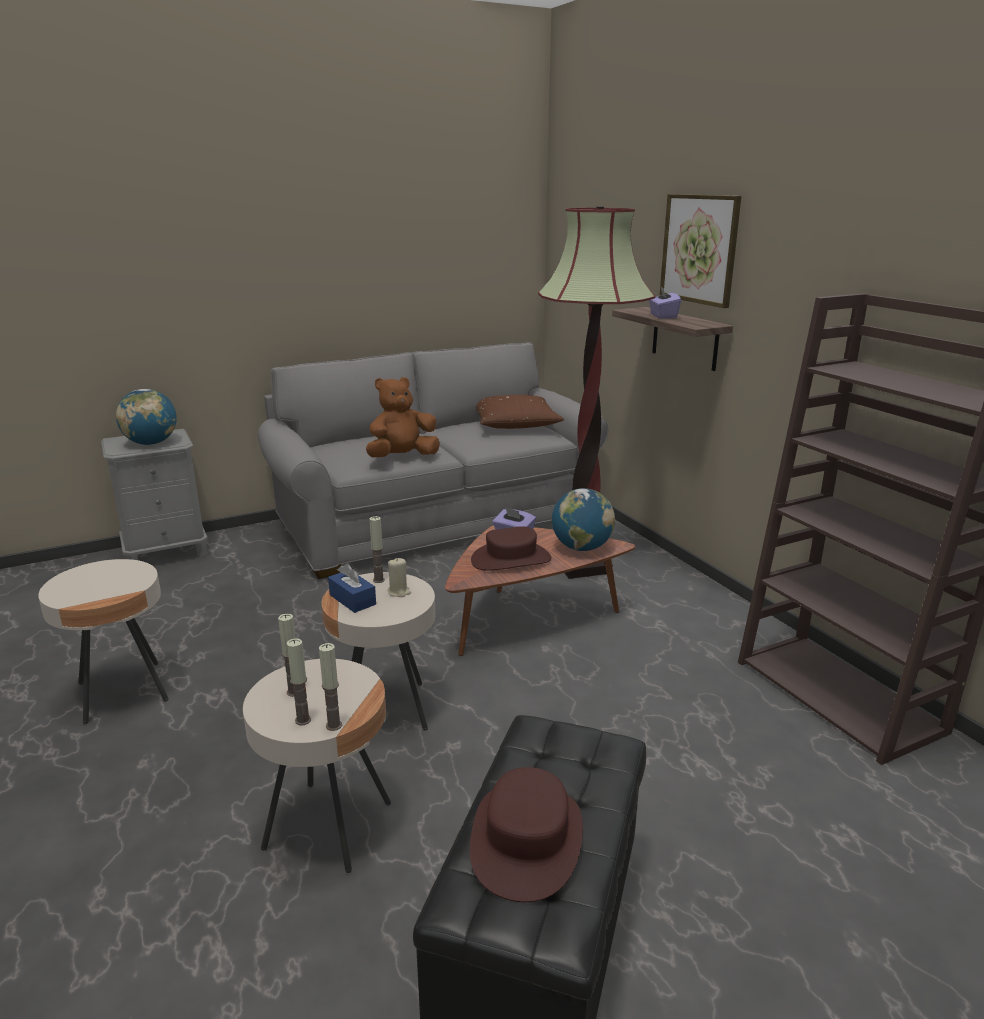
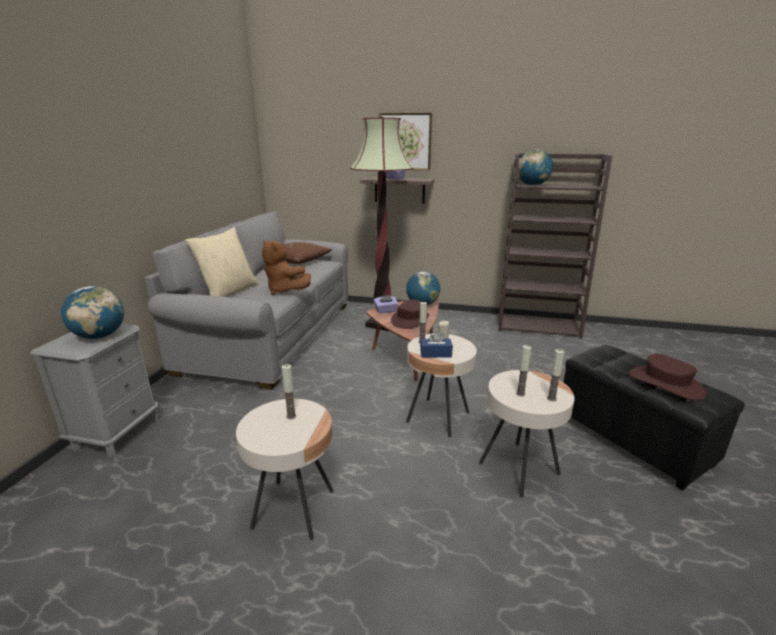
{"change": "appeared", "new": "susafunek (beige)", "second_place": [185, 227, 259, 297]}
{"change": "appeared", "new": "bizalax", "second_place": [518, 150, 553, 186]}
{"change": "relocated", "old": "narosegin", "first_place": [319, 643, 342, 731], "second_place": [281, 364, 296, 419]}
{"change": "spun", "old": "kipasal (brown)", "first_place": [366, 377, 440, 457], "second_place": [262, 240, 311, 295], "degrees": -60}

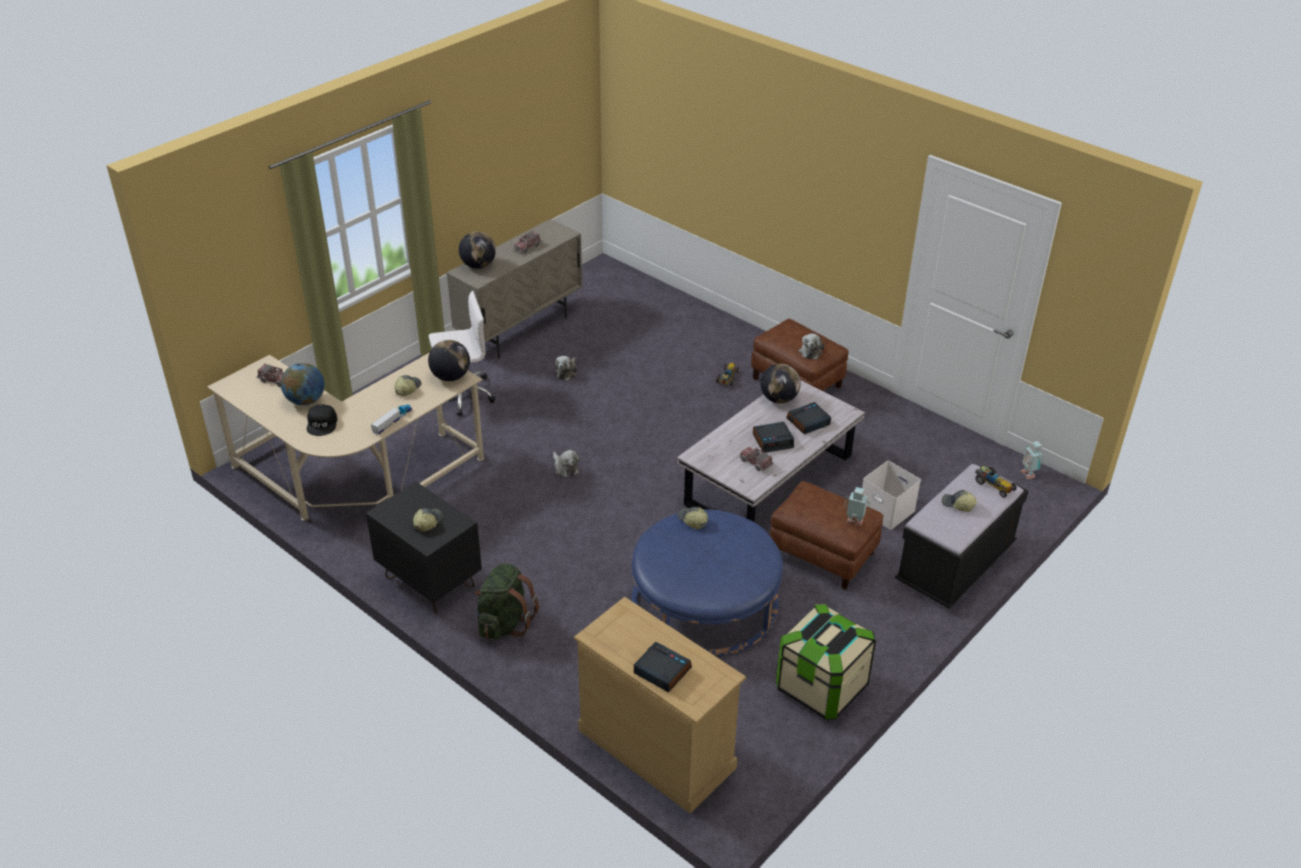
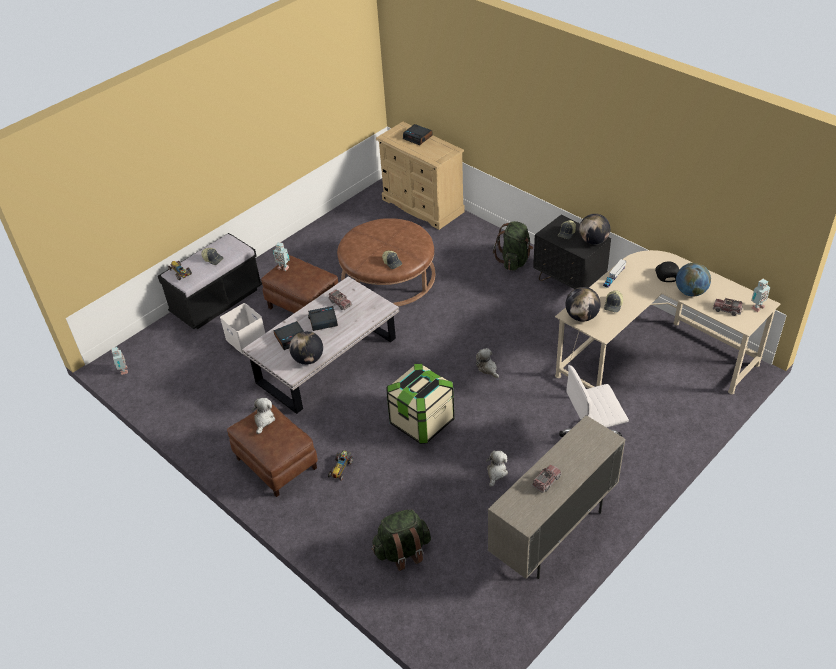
{"change": "appeared", "new": "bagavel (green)", "second_place": [372, 509, 431, 571]}
{"change": "appeared", "new": "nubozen", "second_place": [751, 279, 770, 312]}
{"change": "relocated", "old": "bizalax", "first_place": [459, 231, 496, 269], "second_place": [579, 214, 610, 245]}
{"change": "relocated", "old": "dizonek", "first_place": [776, 604, 876, 720], "second_place": [387, 363, 454, 444]}
{"change": "colour", "old": "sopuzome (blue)", "new": "sopuzome (brown)", "first_place": [632, 509, 783, 656], "second_place": [337, 218, 435, 306]}

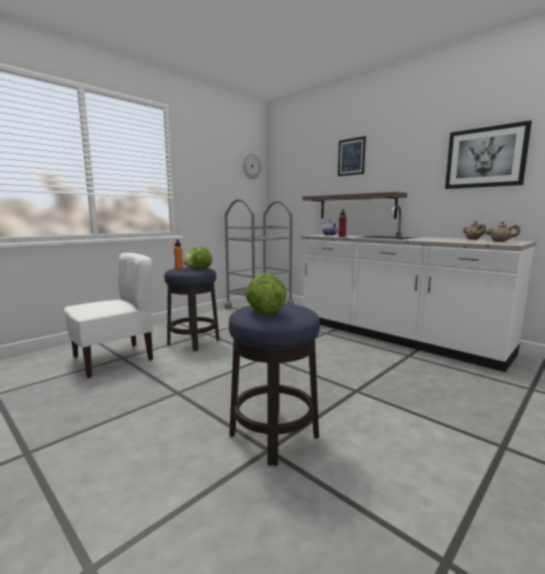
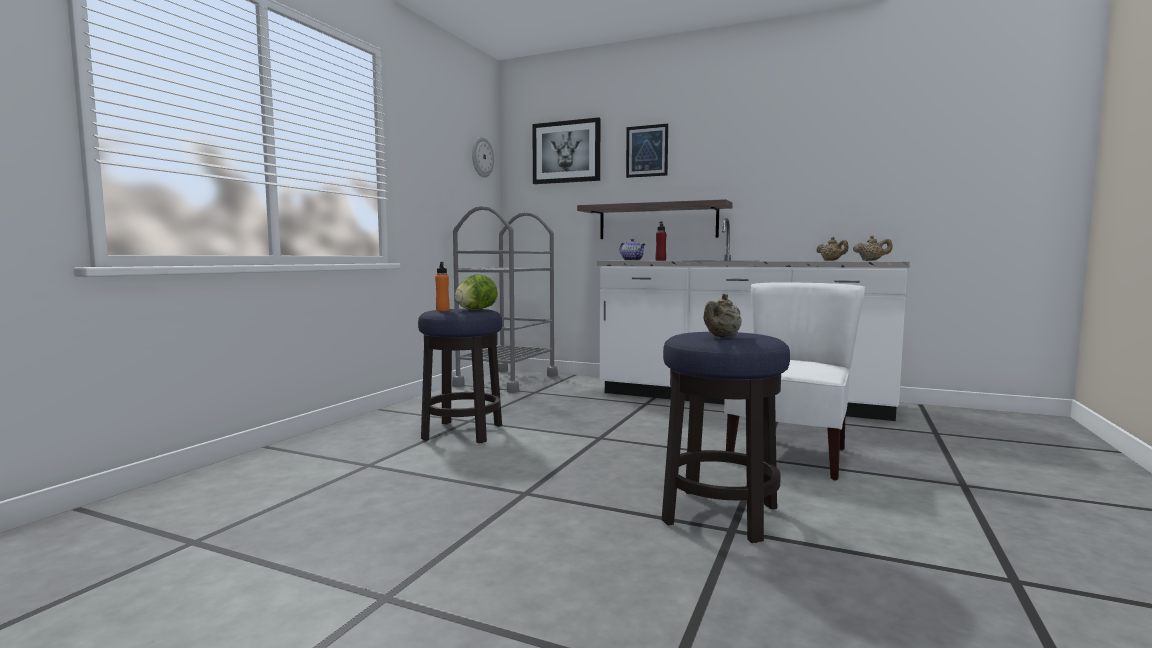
{"change": "relocated", "old": "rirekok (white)", "first_place": [64, 253, 153, 378], "second_place": [724, 282, 865, 481]}
{"change": "relocated", "old": "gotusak", "first_place": [445, 120, 532, 189], "second_place": [532, 117, 600, 184]}
{"change": "exchanged", "old": "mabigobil", "new": "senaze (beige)", "first_place": [246, 273, 287, 315], "second_place": [704, 294, 742, 338]}

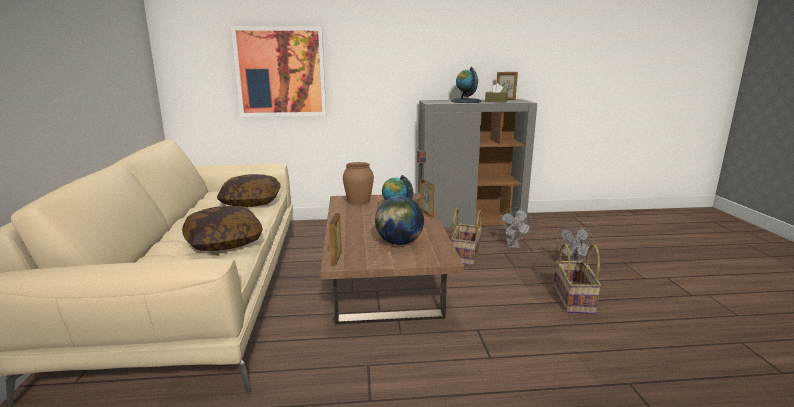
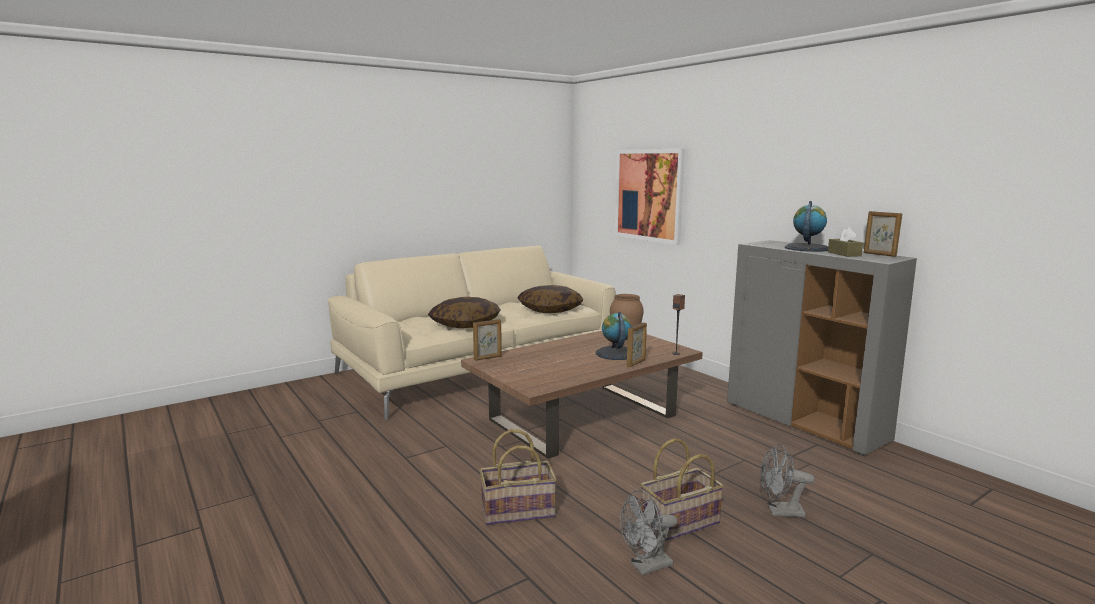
{"change": "missing", "old": "bizalax", "first_place": [375, 196, 424, 245]}
{"change": "relocated", "old": "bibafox", "first_place": [451, 208, 482, 266], "second_place": [480, 429, 557, 525]}
{"change": "relocated", "old": "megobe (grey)", "first_place": [499, 207, 532, 248], "second_place": [620, 490, 677, 575]}

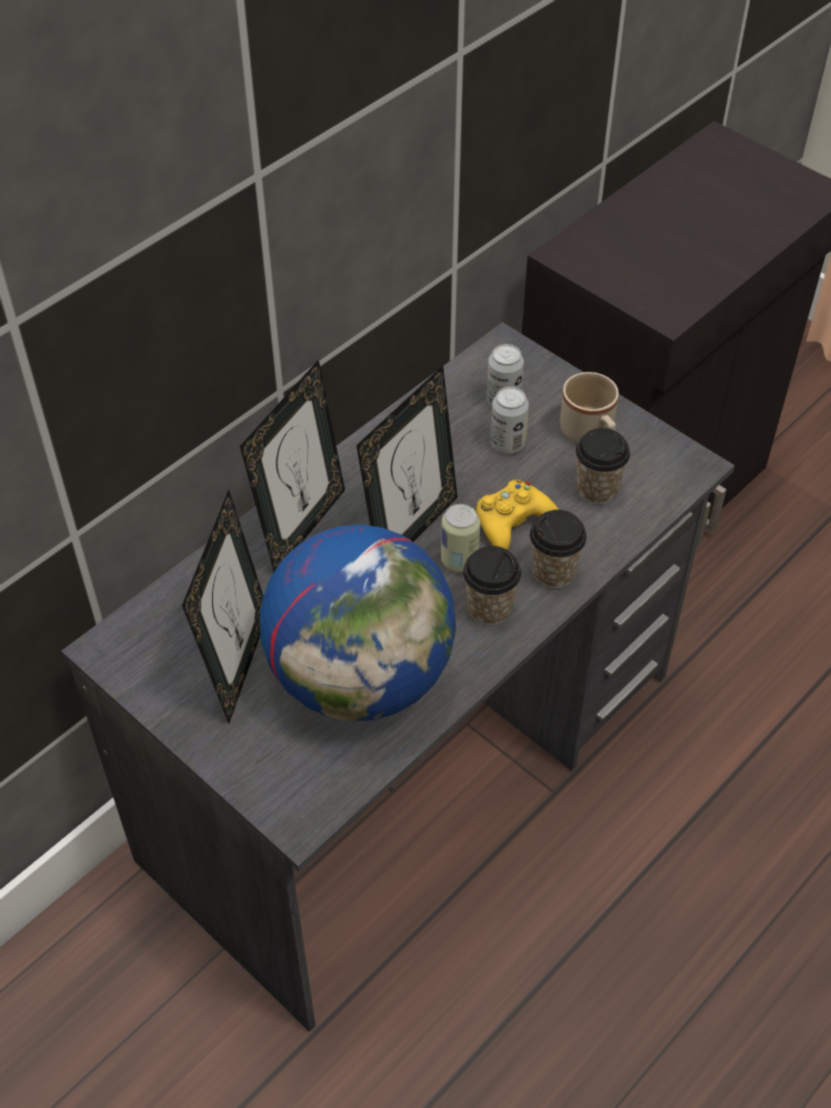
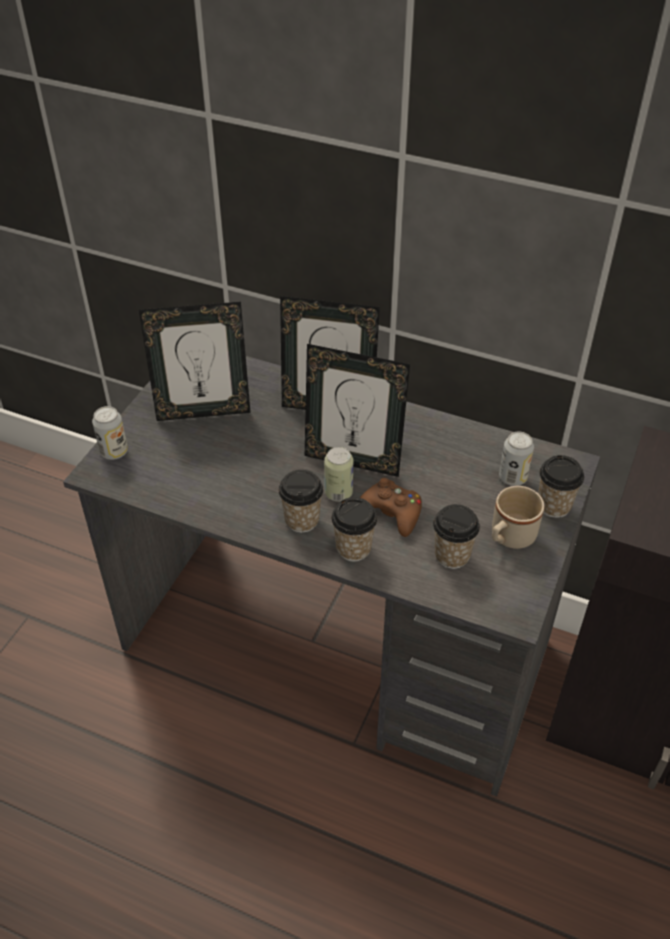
{"change": "missing", "old": "bizalax", "first_place": [260, 525, 456, 721]}
{"change": "appeared", "new": "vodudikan", "second_place": [539, 455, 584, 518]}
{"change": "relocated", "old": "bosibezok", "first_place": [490, 387, 529, 454], "second_place": [92, 406, 128, 460]}
{"change": "colour", "old": "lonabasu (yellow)", "new": "lonabasu (brown)", "first_place": [476, 480, 559, 550], "second_place": [360, 478, 422, 537]}

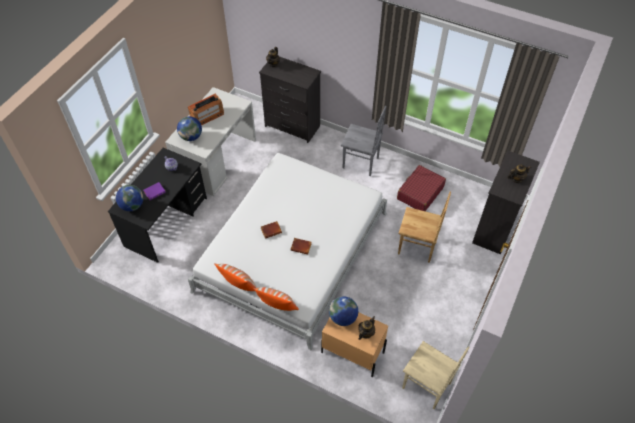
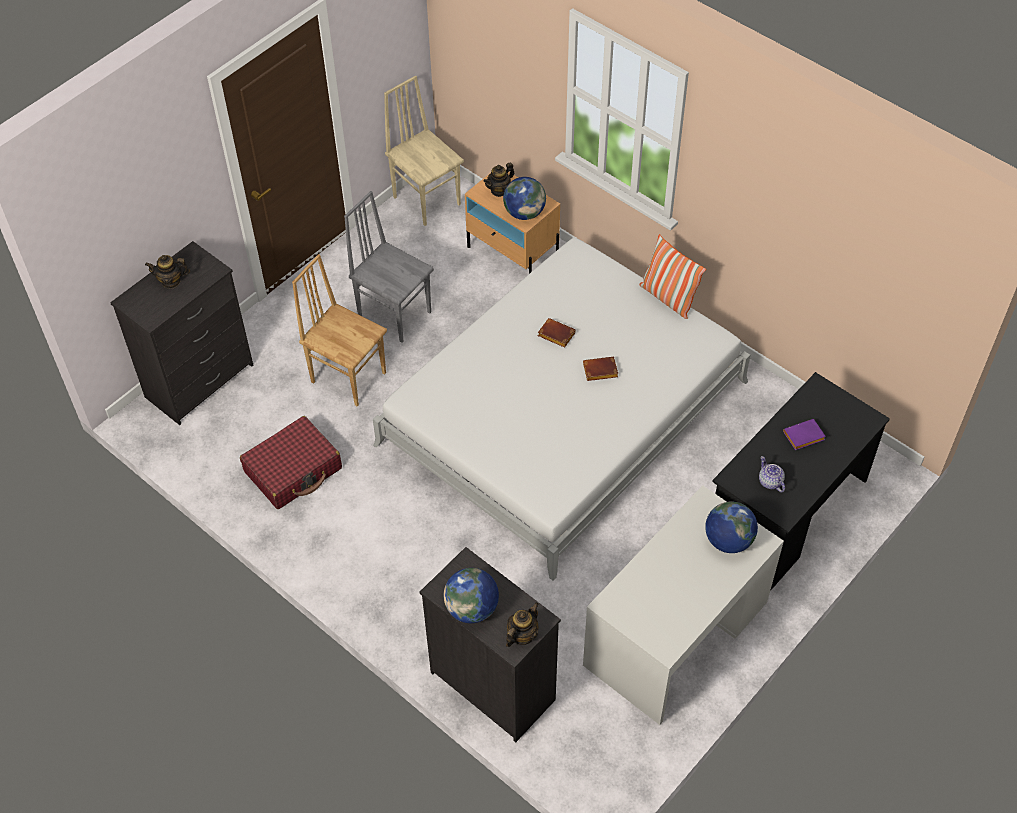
{"change": "missing", "old": "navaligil", "first_place": [188, 94, 224, 125]}
{"change": "missing", "old": "susafunek", "first_place": [253, 287, 299, 311]}
{"change": "relocated", "old": "bizalax", "first_place": [116, 185, 143, 211], "second_place": [444, 568, 499, 623]}
{"change": "relocated", "old": "rirekok (grey)", "first_place": [341, 106, 386, 176], "second_place": [344, 191, 434, 343]}

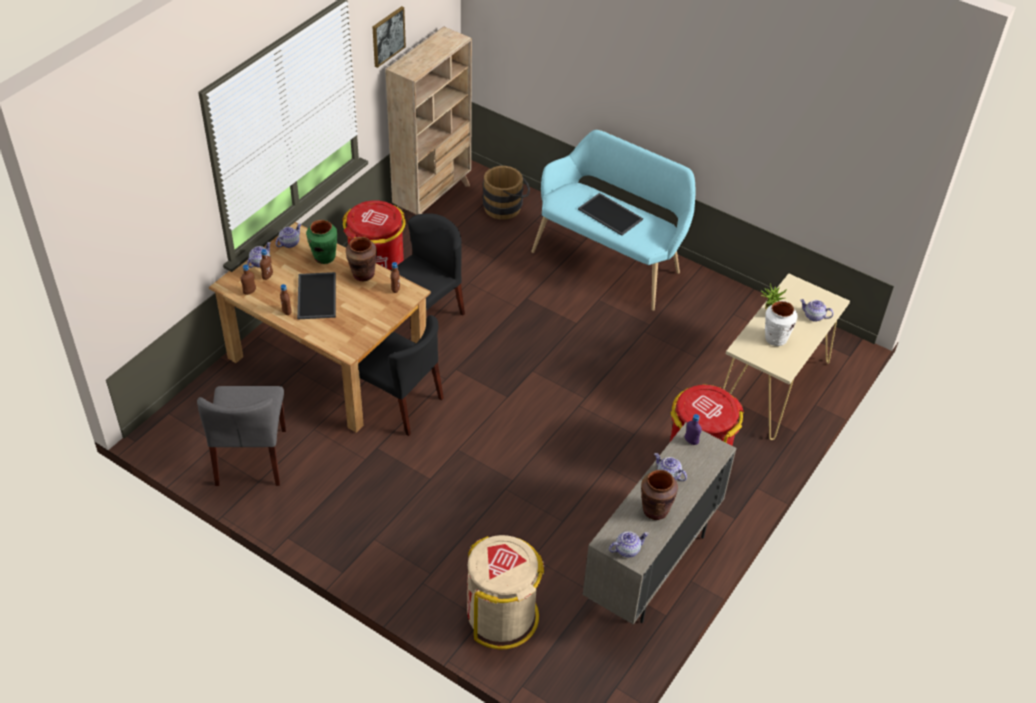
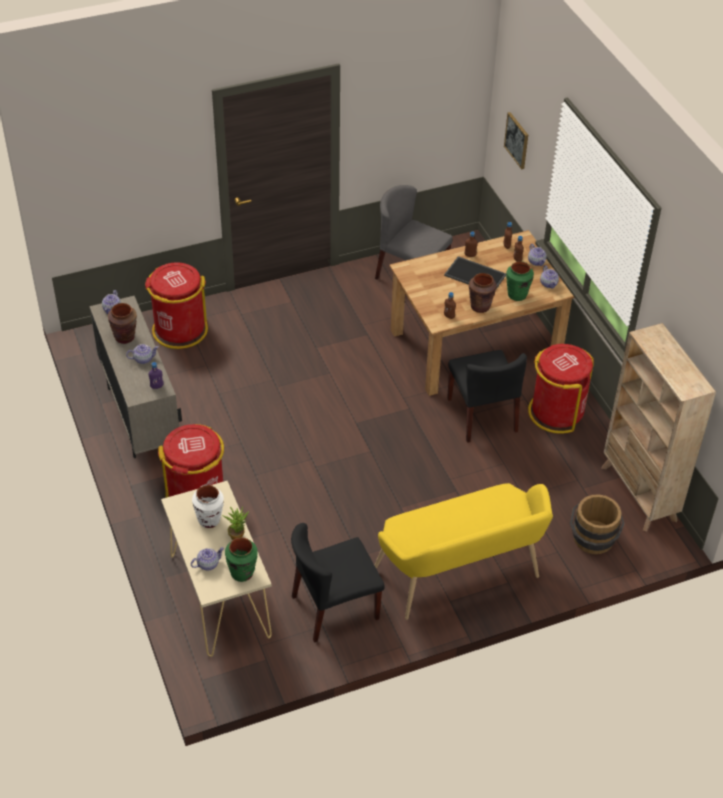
{"change": "missing", "old": "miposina", "first_place": [578, 193, 643, 236]}
{"change": "appeared", "new": "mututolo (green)", "second_place": [225, 537, 258, 582]}
{"change": "relocated", "old": "rirekok (black)", "first_place": [358, 315, 444, 436], "second_place": [291, 523, 385, 643]}
{"change": "relocated", "old": "gotusak", "first_place": [372, 6, 406, 68], "second_place": [504, 112, 528, 170]}
{"change": "colour", "old": "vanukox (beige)", "new": "vanukox (red)", "first_place": [467, 535, 544, 650], "second_place": [145, 262, 208, 349]}
{"change": "colour", "old": "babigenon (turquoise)", "new": "babigenon (yellow)", "first_place": [531, 130, 695, 311], "second_place": [374, 483, 553, 620]}

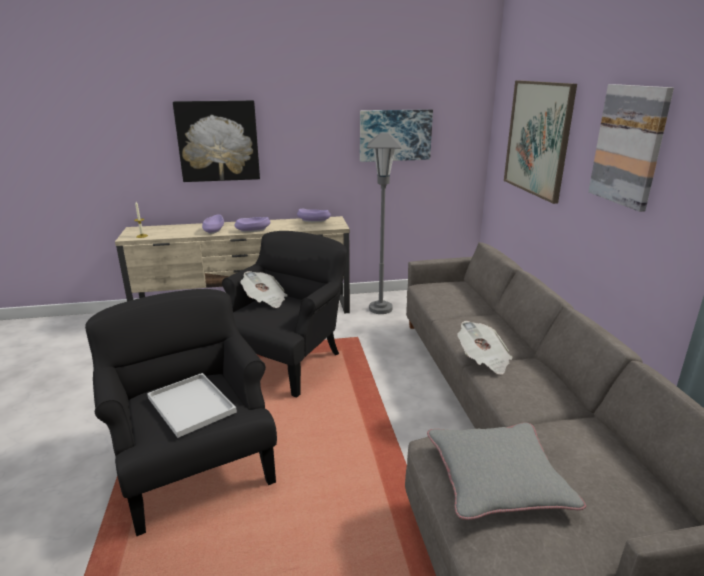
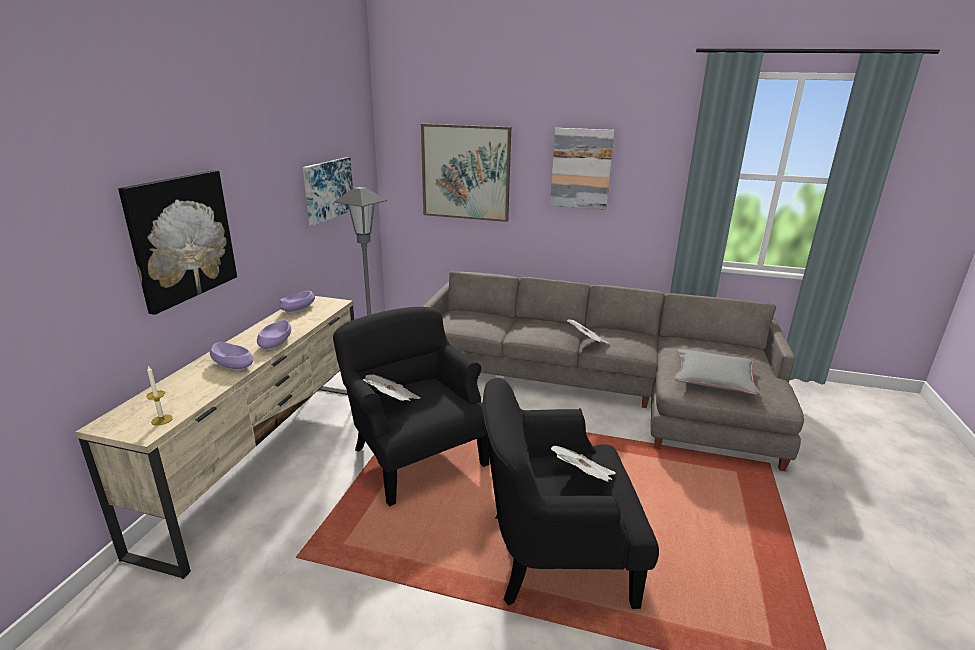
{"change": "exchanged", "old": "miposina (white)", "new": "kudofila", "first_place": [147, 373, 237, 438], "second_place": [551, 446, 615, 482]}

